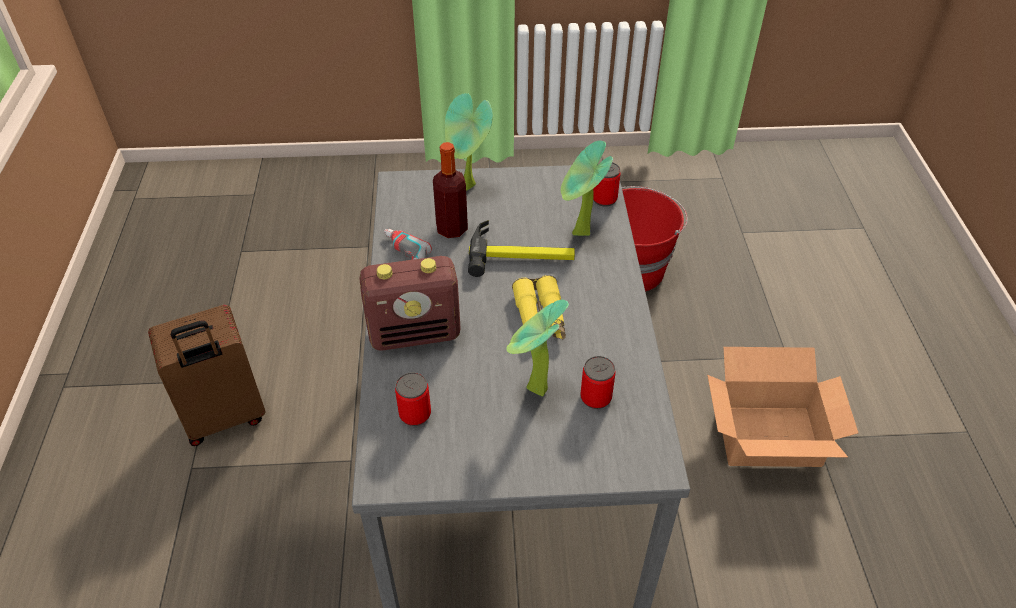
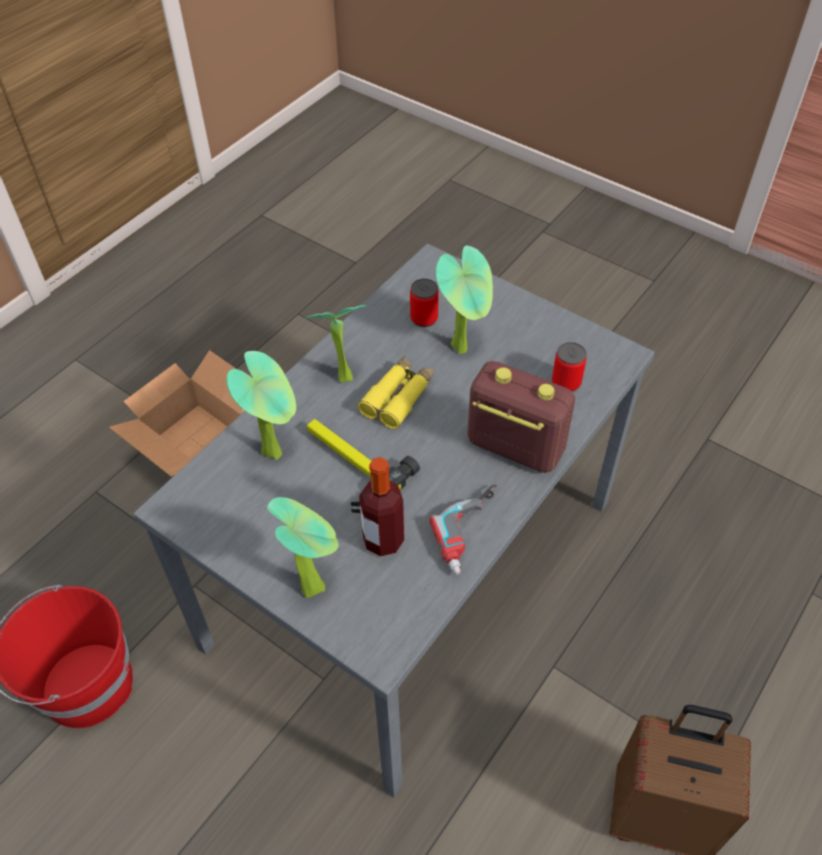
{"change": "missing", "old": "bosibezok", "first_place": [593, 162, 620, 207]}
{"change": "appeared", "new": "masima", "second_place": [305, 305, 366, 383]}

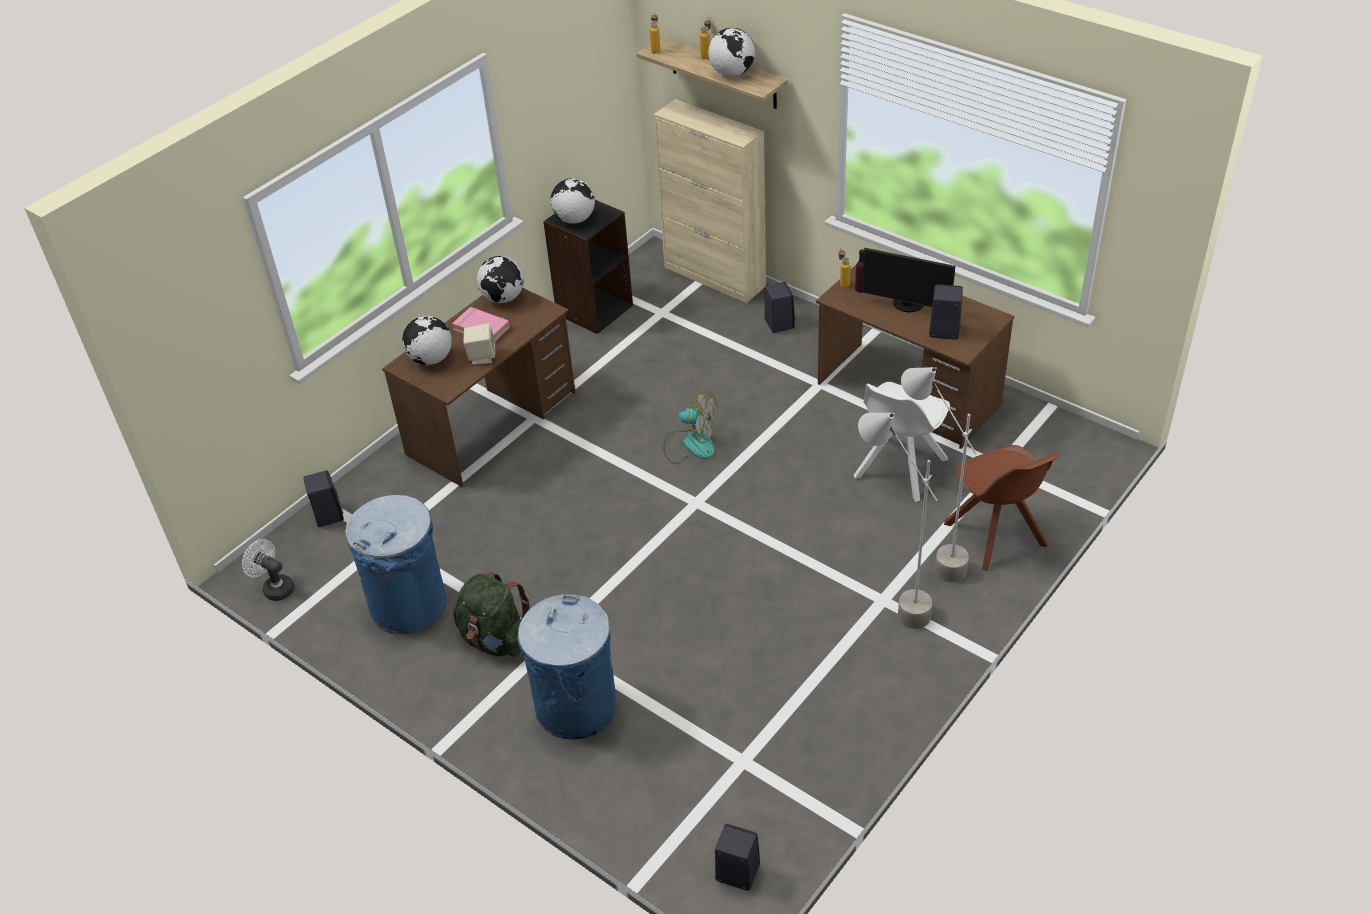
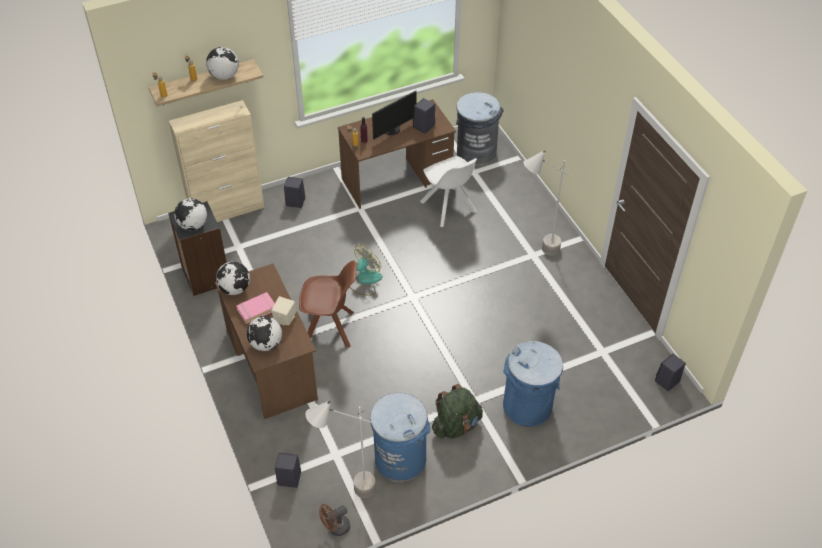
{"change": "appeared", "new": "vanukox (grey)", "second_place": [456, 92, 504, 167]}
{"change": "relocated", "old": "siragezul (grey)", "first_place": [901, 367, 976, 582], "second_place": [306, 401, 376, 498]}
{"change": "relocated", "old": "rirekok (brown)", "first_place": [944, 445, 1059, 571], "second_place": [299, 261, 357, 348]}
{"change": "colour", "old": "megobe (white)", "new": "megobe (brown)", "first_place": [242, 539, 295, 601], "second_place": [319, 504, 350, 536]}

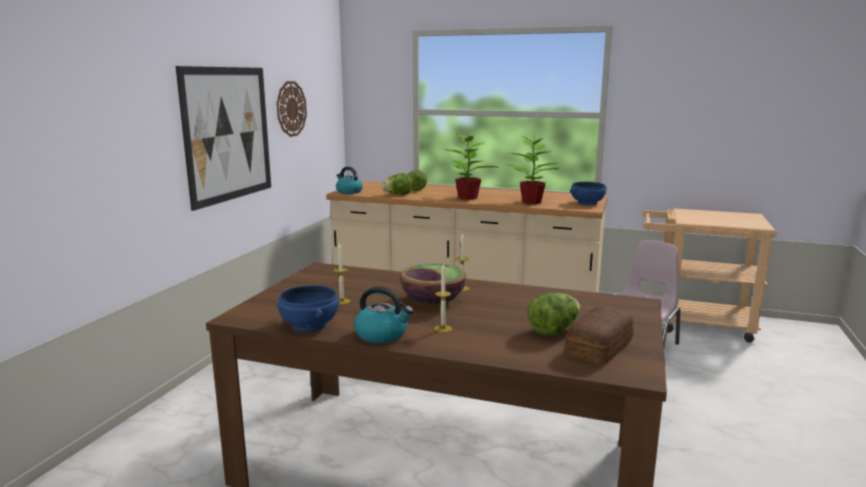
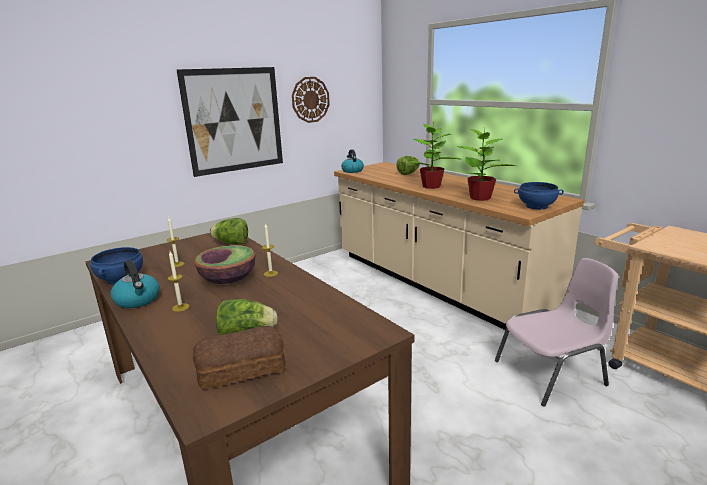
{"change": "relocated", "old": "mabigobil", "first_place": [381, 173, 412, 195], "second_place": [210, 218, 248, 245]}

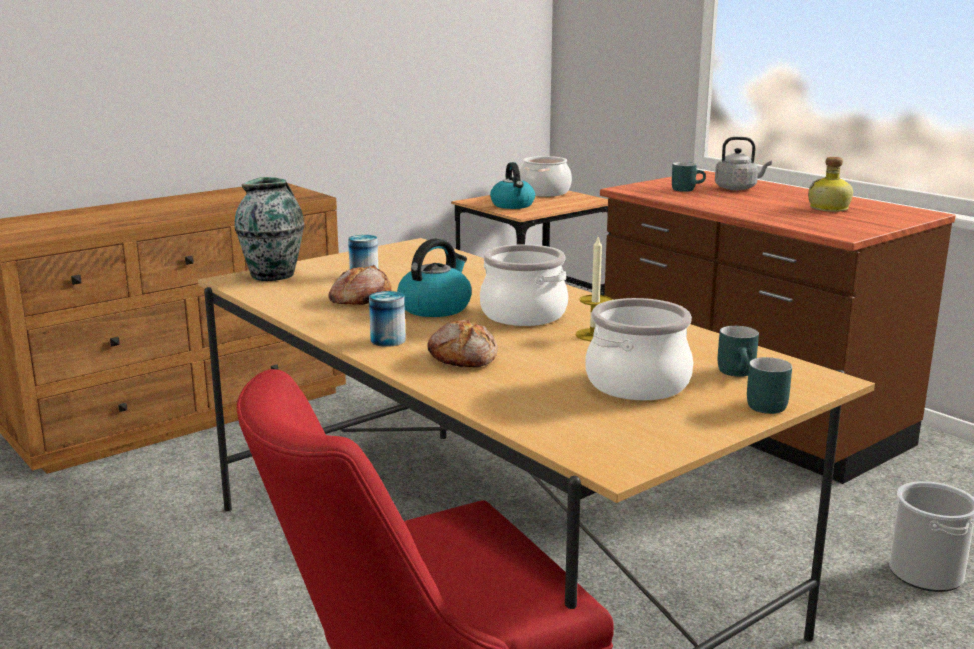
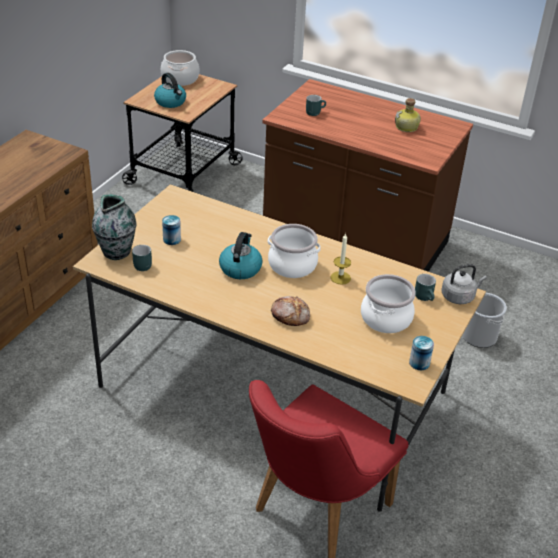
{"change": "missing", "old": "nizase", "first_place": [329, 265, 392, 305]}
{"change": "relocated", "old": "bosibezok", "first_place": [369, 291, 406, 347], "second_place": [409, 336, 434, 370]}
{"change": "relocated", "old": "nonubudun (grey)", "first_place": [715, 137, 772, 190], "second_place": [442, 264, 487, 304]}
{"change": "relocated", "old": "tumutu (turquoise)", "first_place": [747, 357, 792, 414], "second_place": [132, 245, 152, 271]}

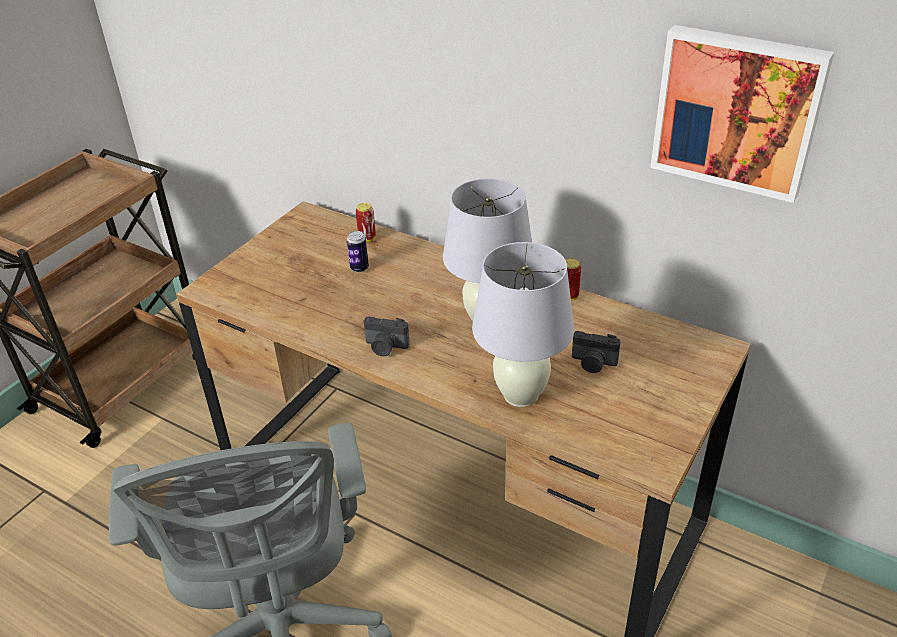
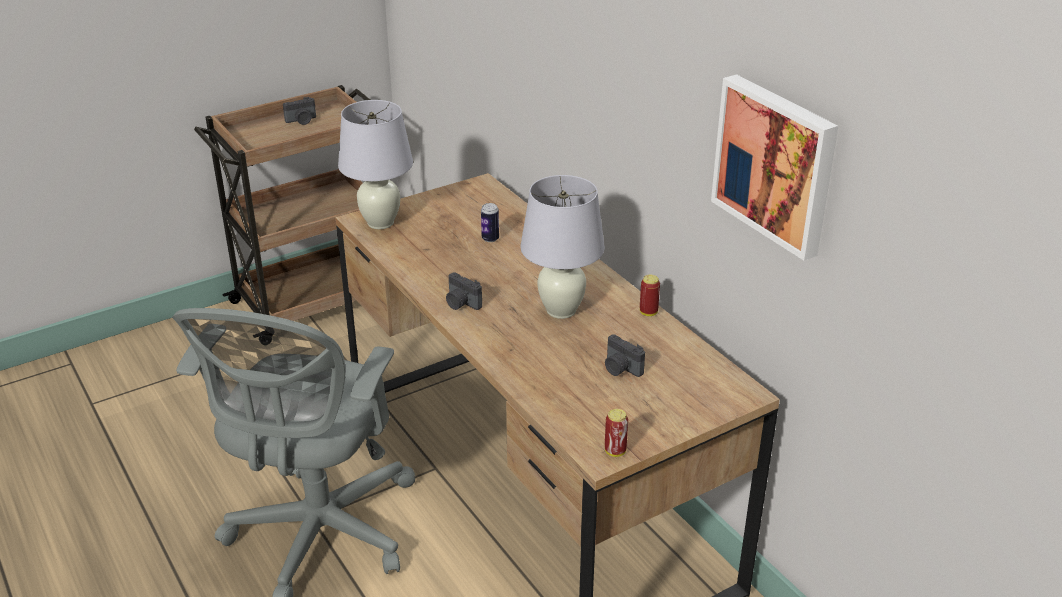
{"change": "appeared", "new": "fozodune", "second_place": [283, 97, 316, 125]}
{"change": "relocated", "old": "bosibezok", "first_place": [356, 203, 376, 242], "second_place": [605, 409, 628, 457]}
{"change": "relocated", "old": "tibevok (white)", "first_place": [472, 242, 574, 407], "second_place": [338, 100, 413, 229]}

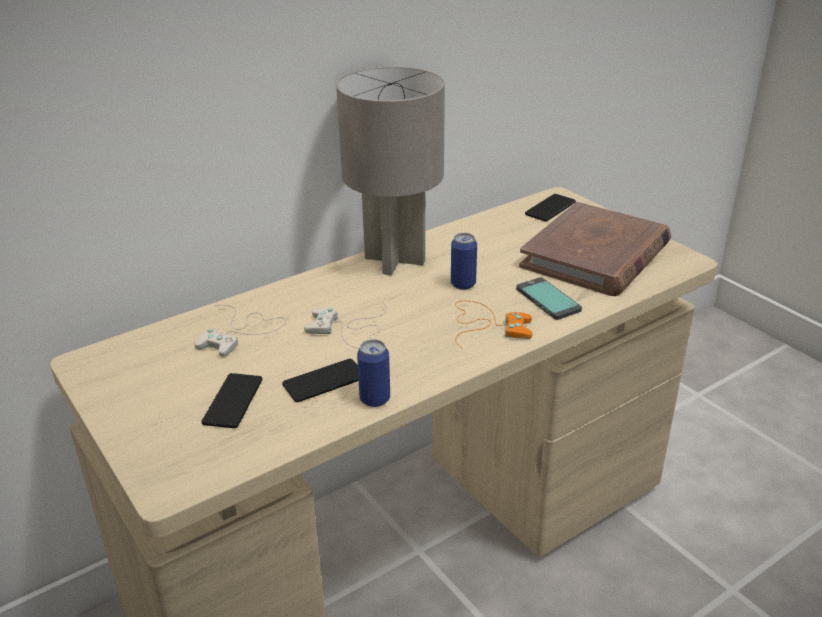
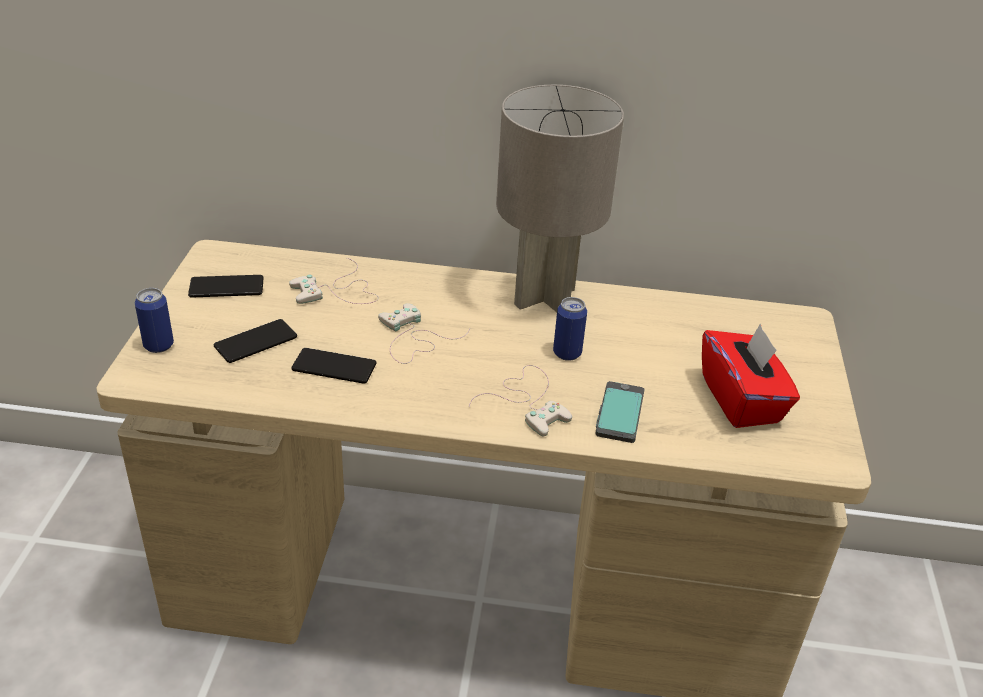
{"change": "relocated", "old": "bosibezok", "first_place": [357, 339, 390, 407], "second_place": [135, 288, 174, 353]}
{"change": "relocated", "old": "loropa", "first_place": [525, 194, 576, 221], "second_place": [188, 275, 264, 298]}
{"change": "exchanged", "old": "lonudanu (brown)", "new": "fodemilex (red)", "first_place": [519, 202, 671, 296], "second_place": [702, 323, 800, 428]}
{"change": "colour", "old": "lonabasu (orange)", "new": "lonabasu (white)", "first_place": [455, 301, 533, 348], "second_place": [469, 365, 572, 436]}

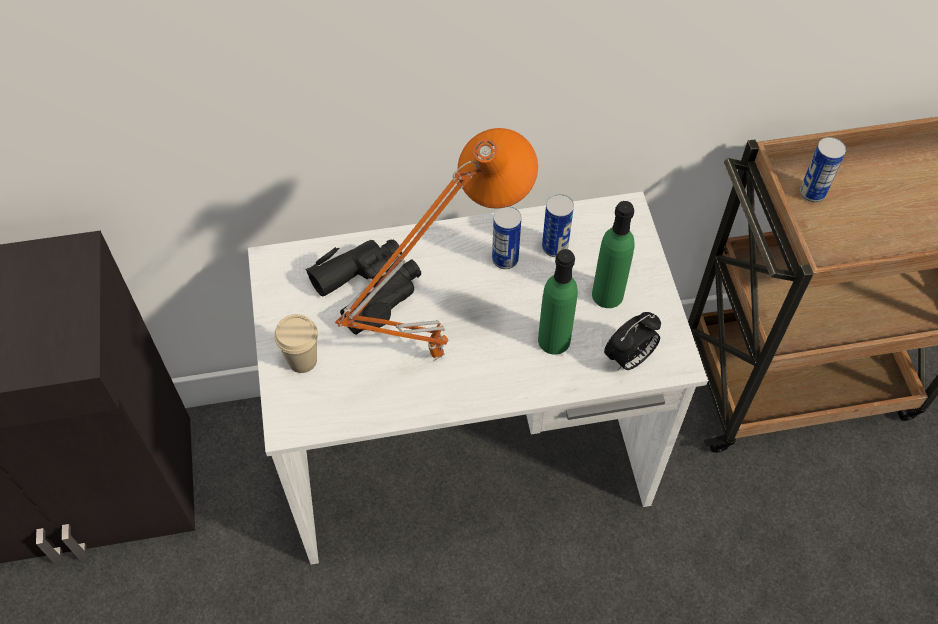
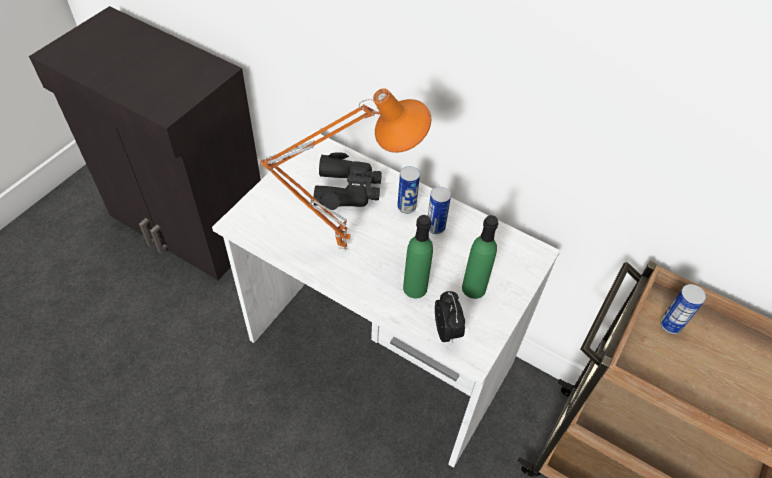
{"change": "missing", "old": "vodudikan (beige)", "first_place": [274, 314, 318, 373]}
{"change": "relocated", "old": "bosibezok", "first_place": [542, 194, 574, 257], "second_place": [397, 166, 420, 214]}
{"change": "spun", "old": "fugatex", "first_place": [604, 312, 661, 371], "second_place": [435, 291, 465, 344], "degrees": -105}

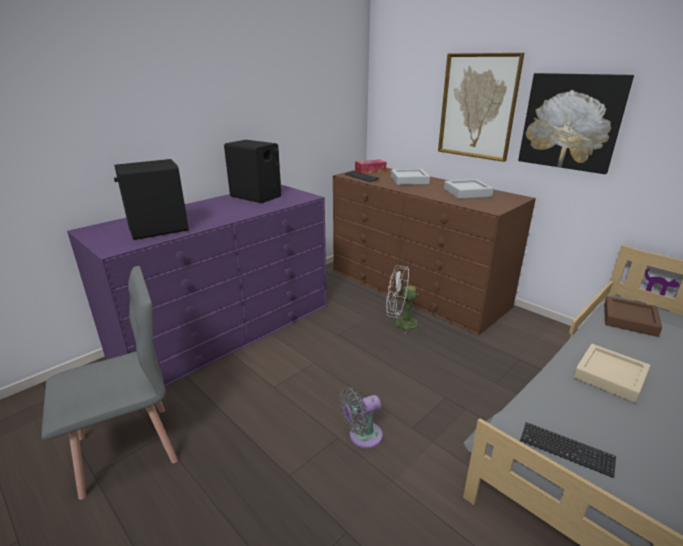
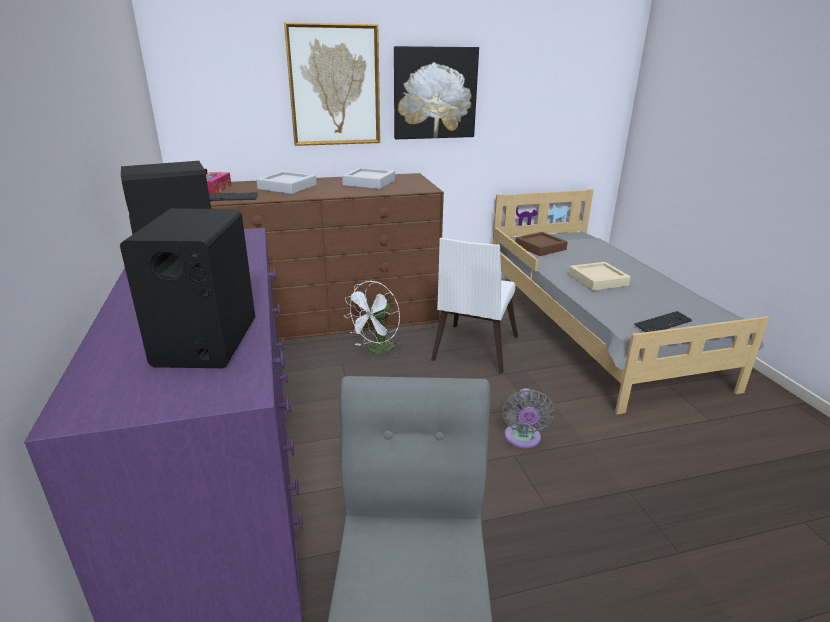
{"change": "appeared", "new": "rirekok (white)", "second_place": [431, 238, 518, 373]}

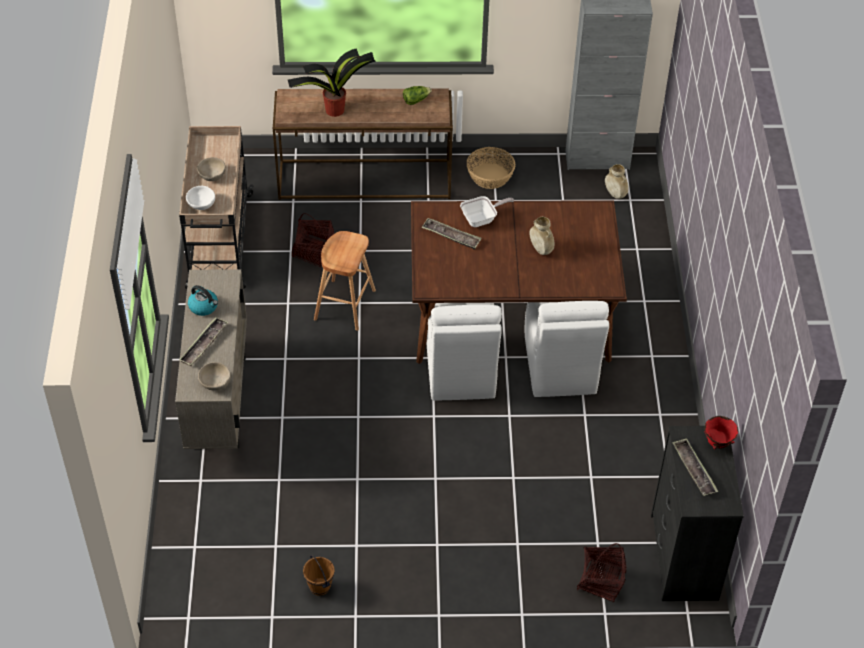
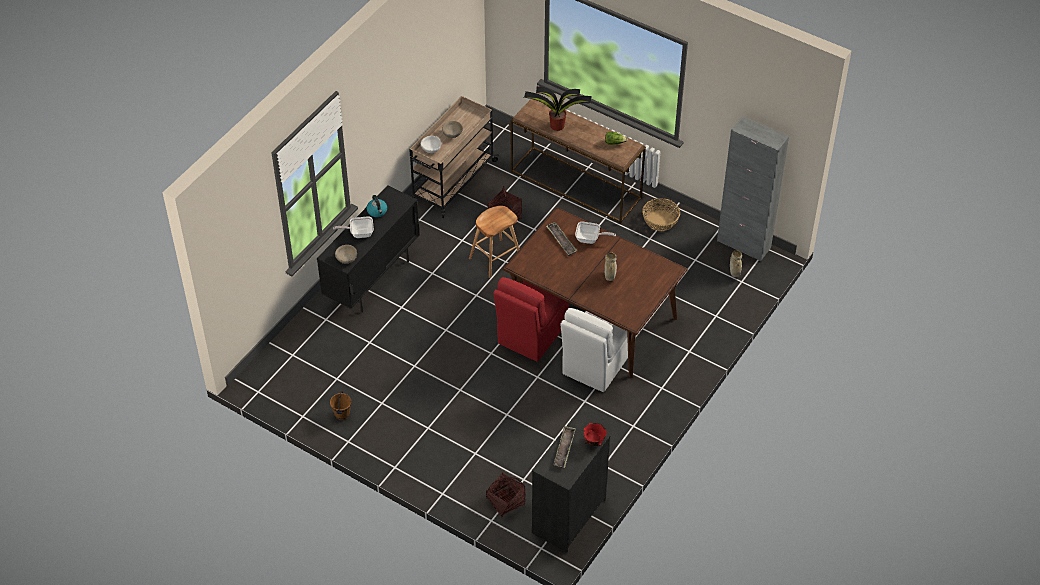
{"change": "exchanged", "old": "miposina", "new": "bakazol", "first_place": [179, 317, 228, 366], "second_place": [333, 216, 374, 238]}
{"change": "colour", "old": "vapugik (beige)", "new": "vapugik (black)", "first_place": [175, 269, 247, 449], "second_place": [317, 185, 420, 312]}
{"change": "colour", "old": "rirekok (white)", "new": "rirekok (red)", "first_place": [427, 303, 502, 401], "second_place": [493, 277, 569, 362]}

